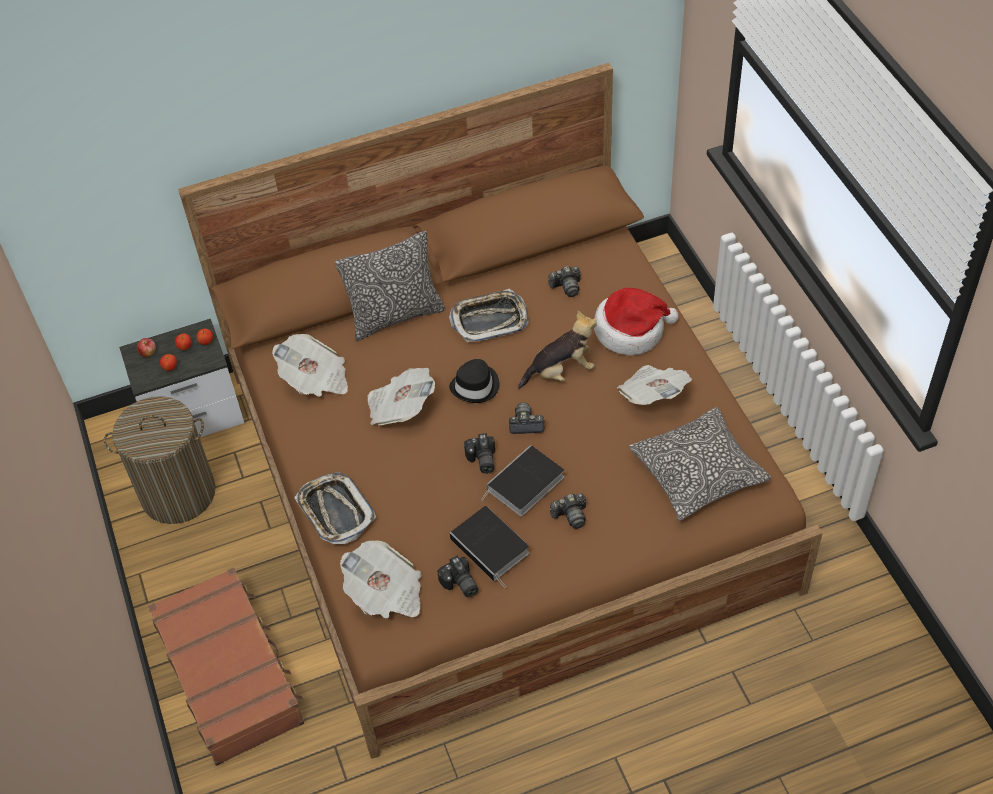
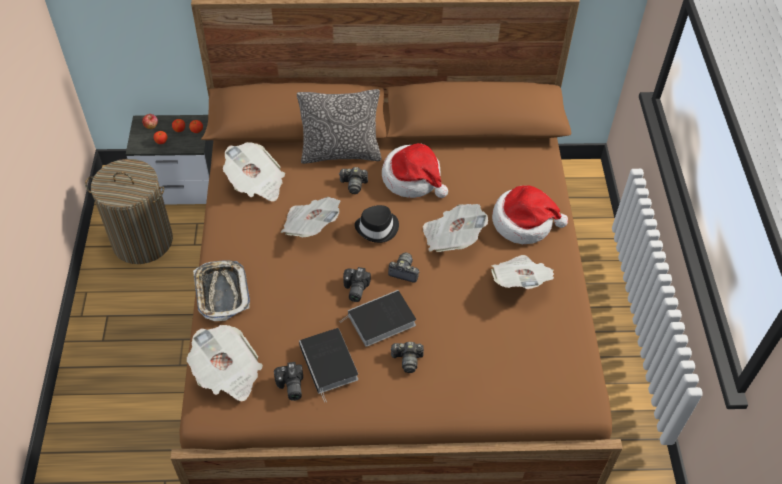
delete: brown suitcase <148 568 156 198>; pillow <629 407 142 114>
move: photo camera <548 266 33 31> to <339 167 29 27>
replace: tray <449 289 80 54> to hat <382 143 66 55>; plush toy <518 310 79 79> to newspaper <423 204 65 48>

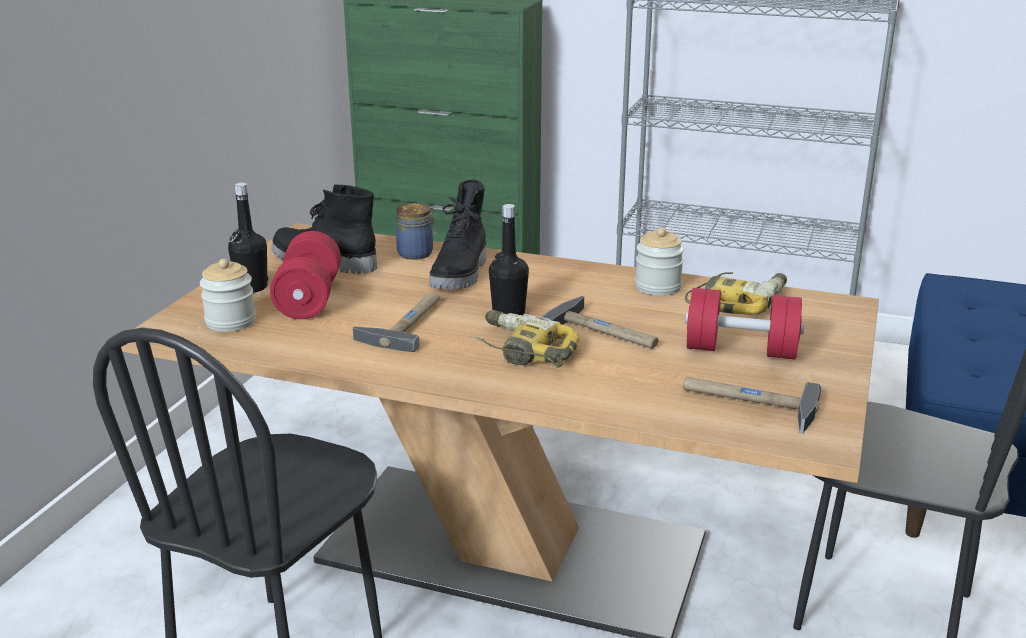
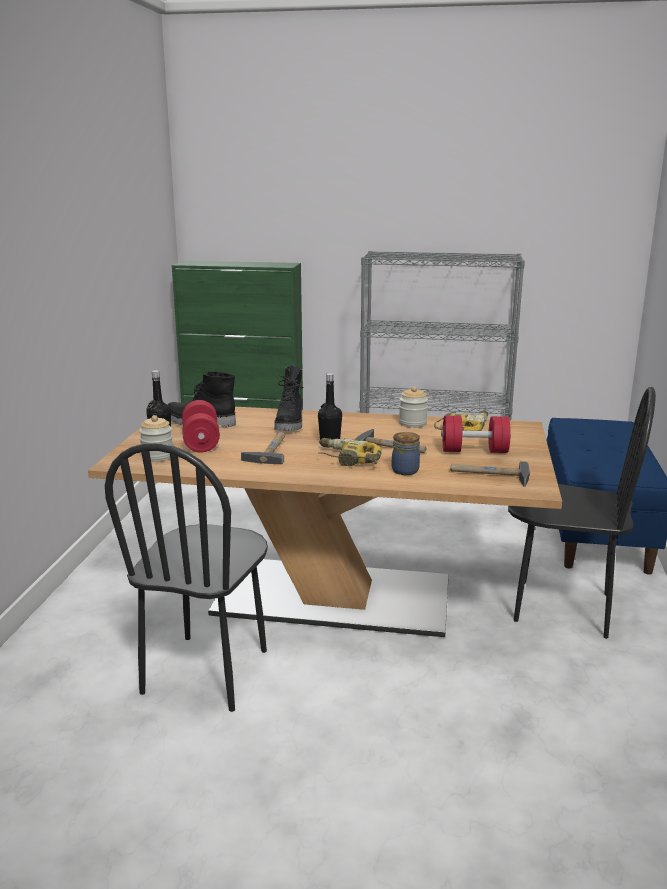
move: jar <396 203 40 57> to <392 432 28 43>

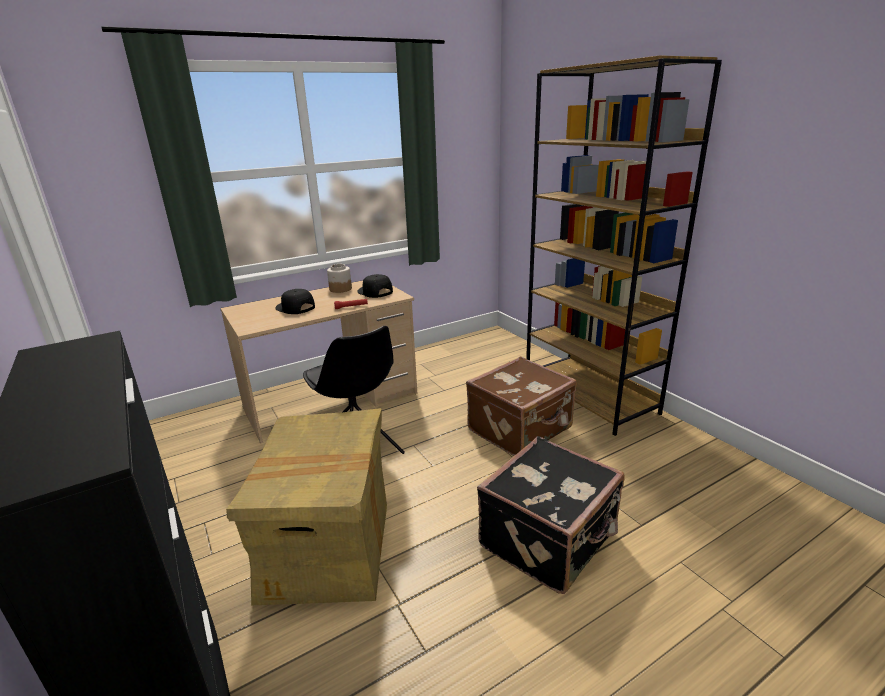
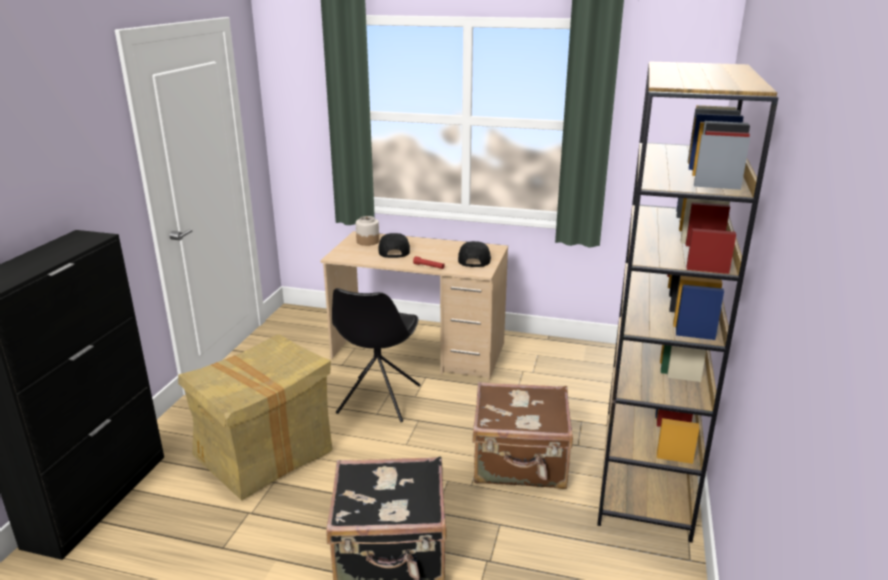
move: jar <327 264 25 29> to <356 216 23 30>

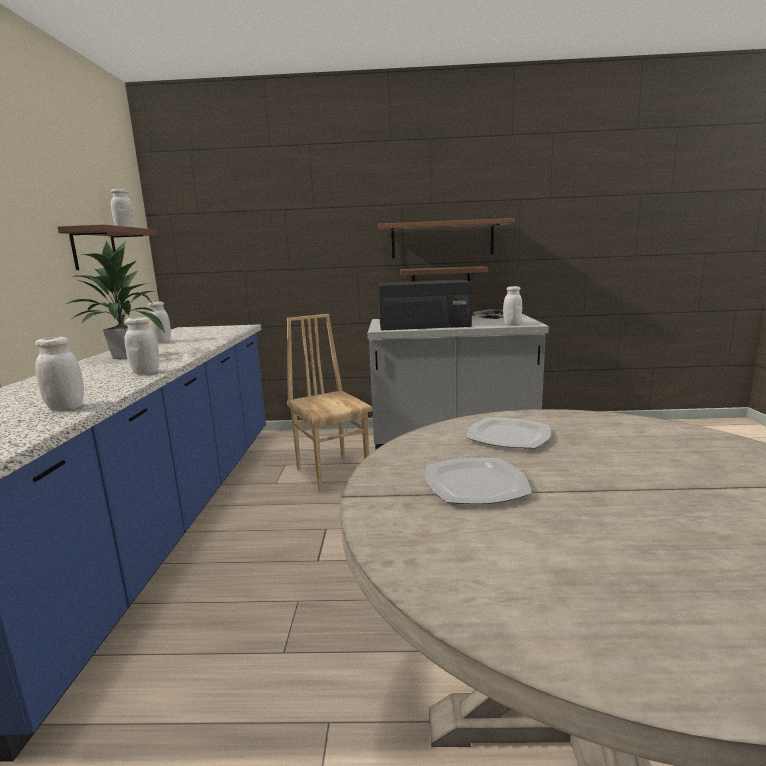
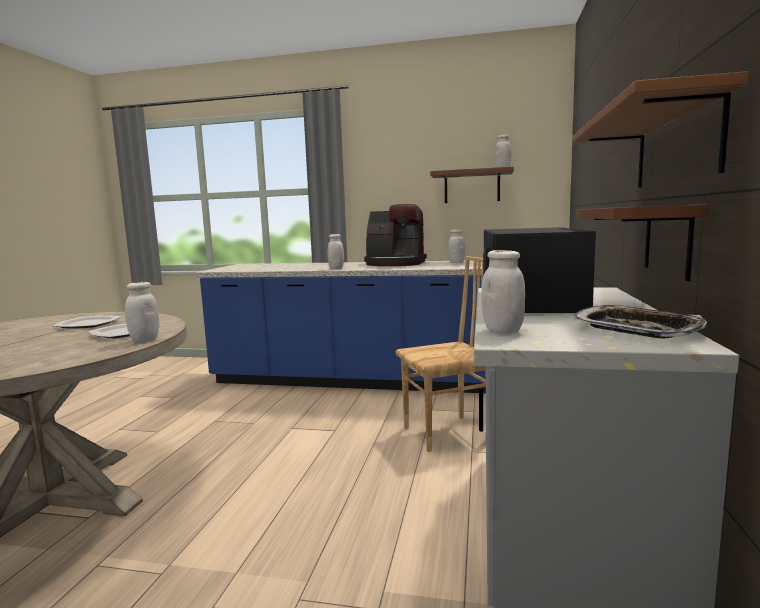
move: white jar <35 337 49 74> to <125 282 34 60>
replace: potted plant <63 241 102 118> to coffee machine <364 204 63 62>

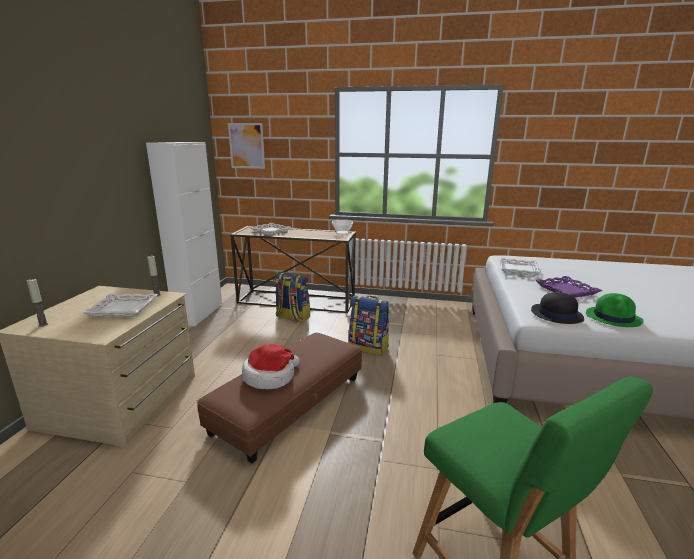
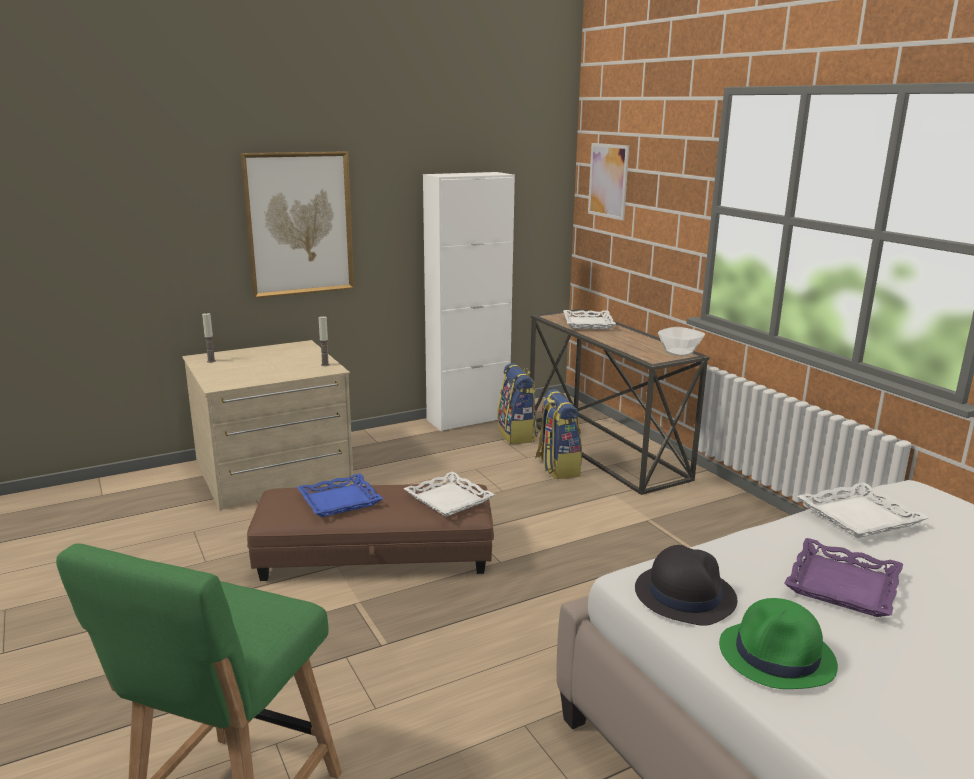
insert: picture <240 151 114 147>
move: white tray <82 294 76 23> to <404 471 91 46>; backpack <349 295 41 61> to <497 363 41 81>
replace: hat <242 344 58 46> to blue tray <297 473 86 44>

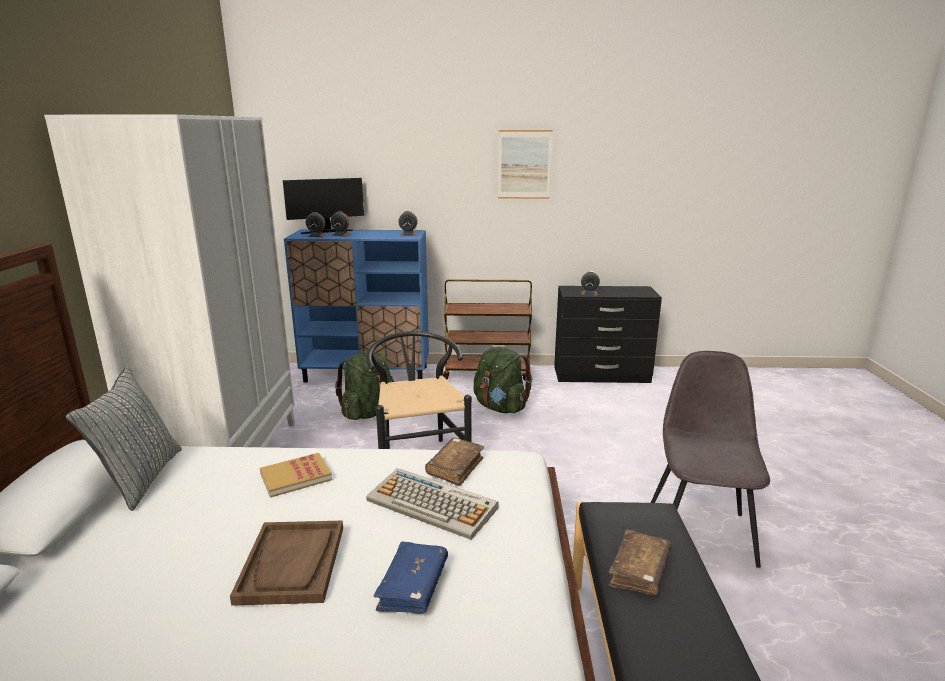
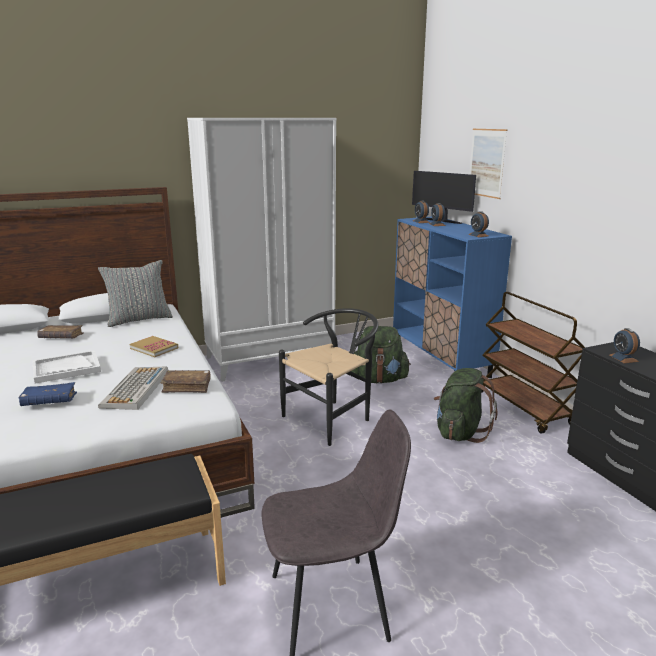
move: picture <498 130 55 69> to <470 129 37 70>; brown book <609 530 62 65> to <37 325 47 13>
recolor: brown tray <230 521 113 85> to white tray <32 350 69 34>

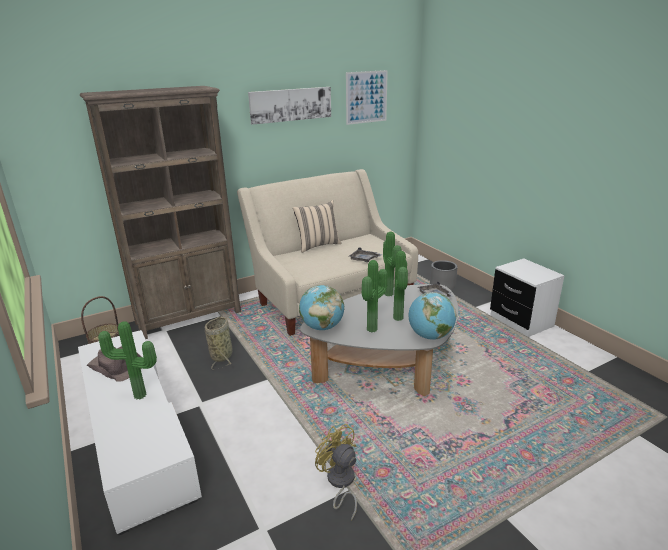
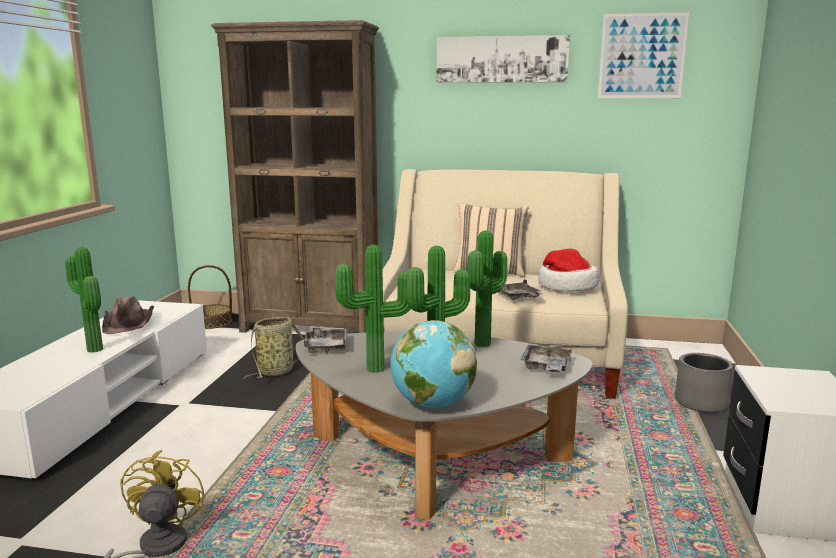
insert: hat <538 248 61 43>
replace: globe <299 285 45 45> to grey tray <304 326 44 28>

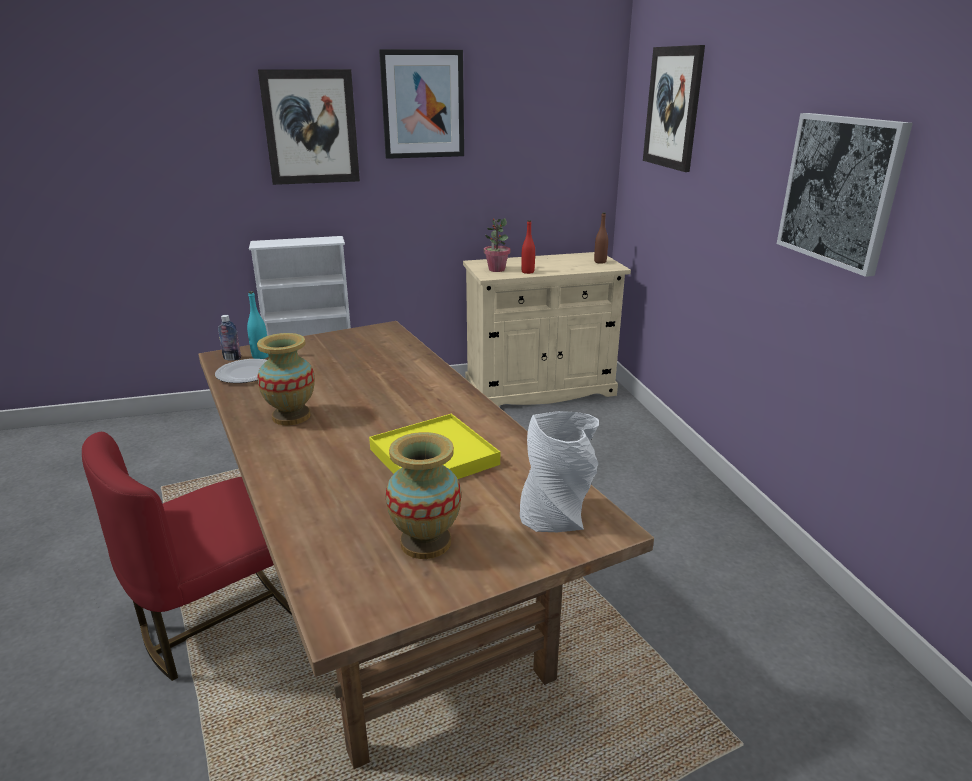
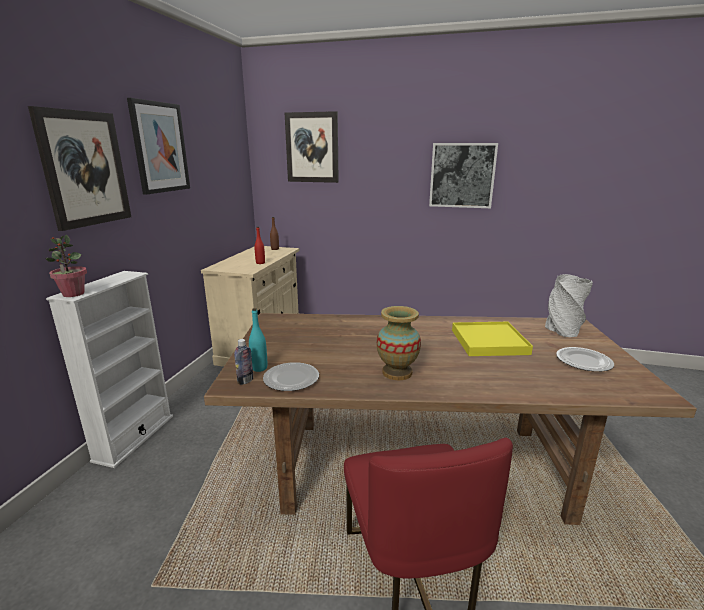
move: potted plant <484 218 26 54> to <45 235 42 62>
replace: vase <386 432 75 127> to plate <556 347 58 25>

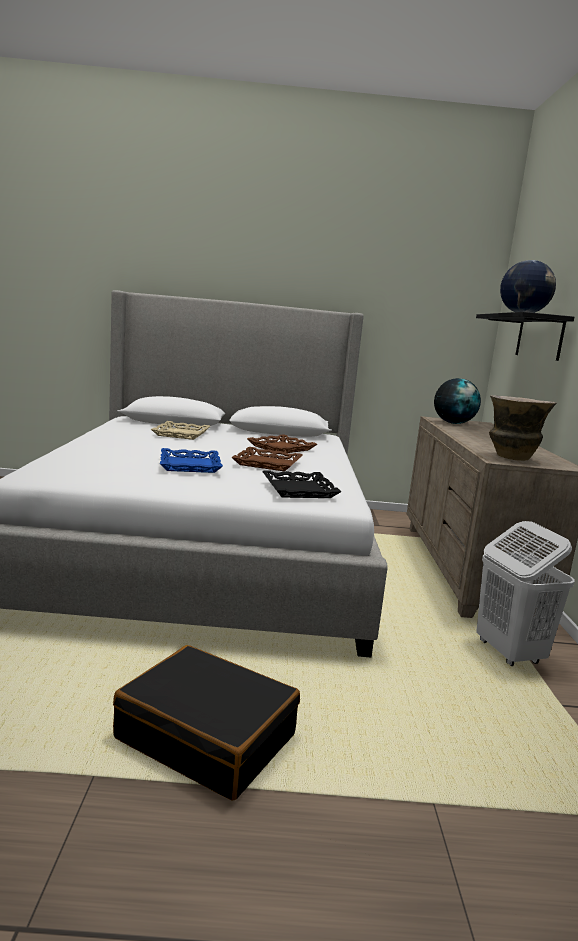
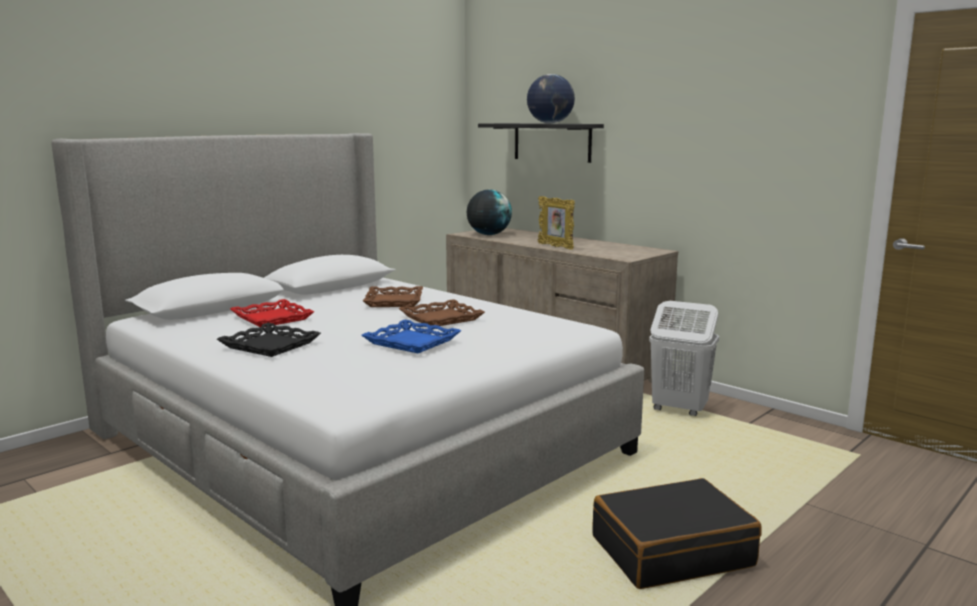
delete: vase <489 395 68 66>
insert: picture frame <538 196 37 54>
move: black tray <262 470 79 28> to <217 323 104 34>
recolor: beige tray <151 421 59 19> to red tray <230 299 84 28>

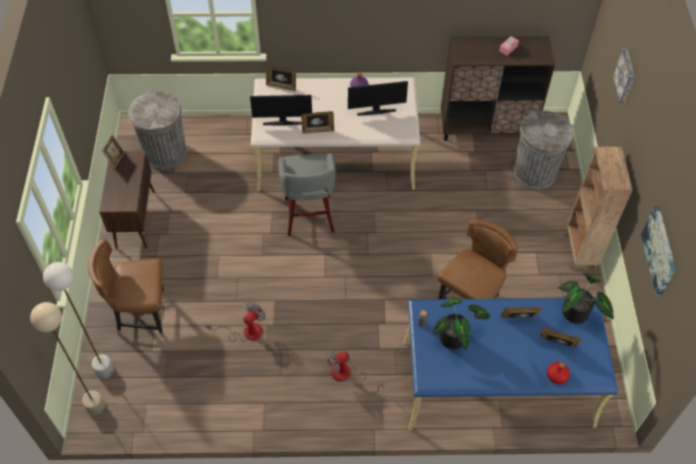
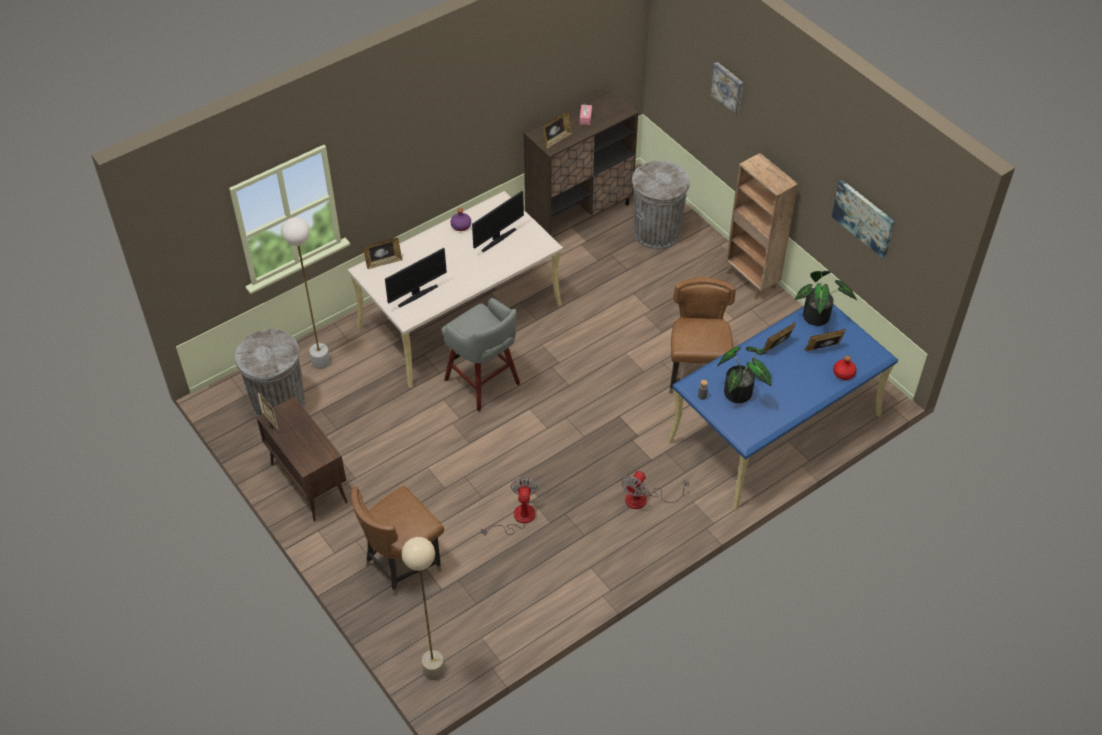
move: white floor lamp <43 262 71 117> to <282 217 48 152>; picture frame <301 111 33 23> to <543 112 29 37>

